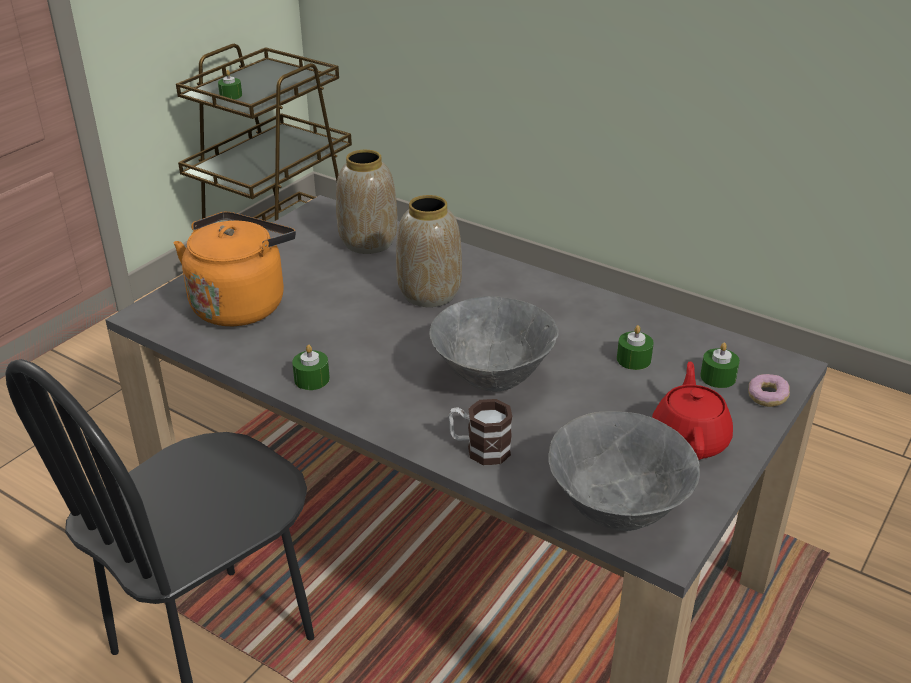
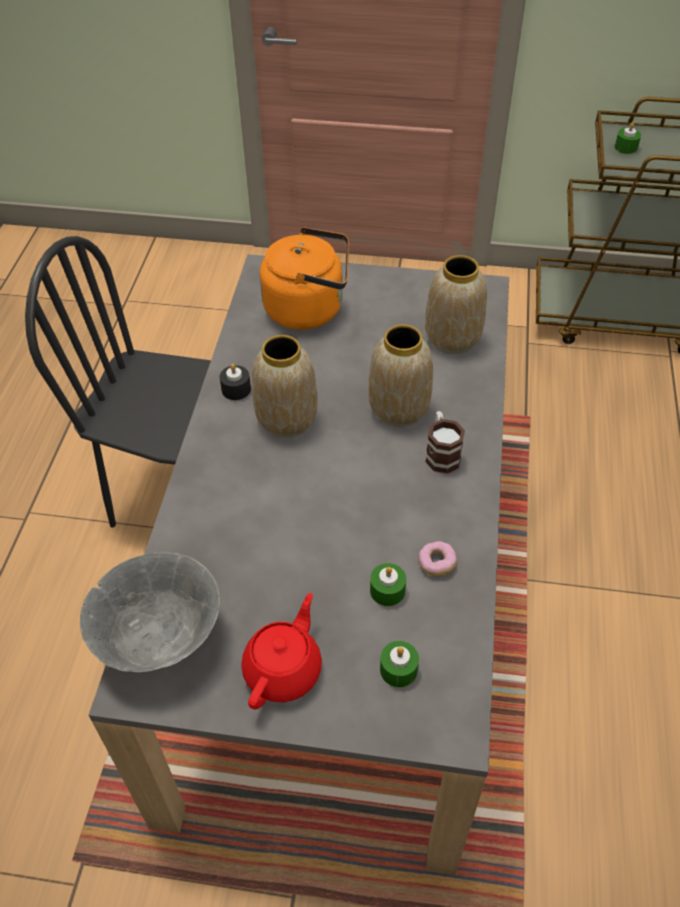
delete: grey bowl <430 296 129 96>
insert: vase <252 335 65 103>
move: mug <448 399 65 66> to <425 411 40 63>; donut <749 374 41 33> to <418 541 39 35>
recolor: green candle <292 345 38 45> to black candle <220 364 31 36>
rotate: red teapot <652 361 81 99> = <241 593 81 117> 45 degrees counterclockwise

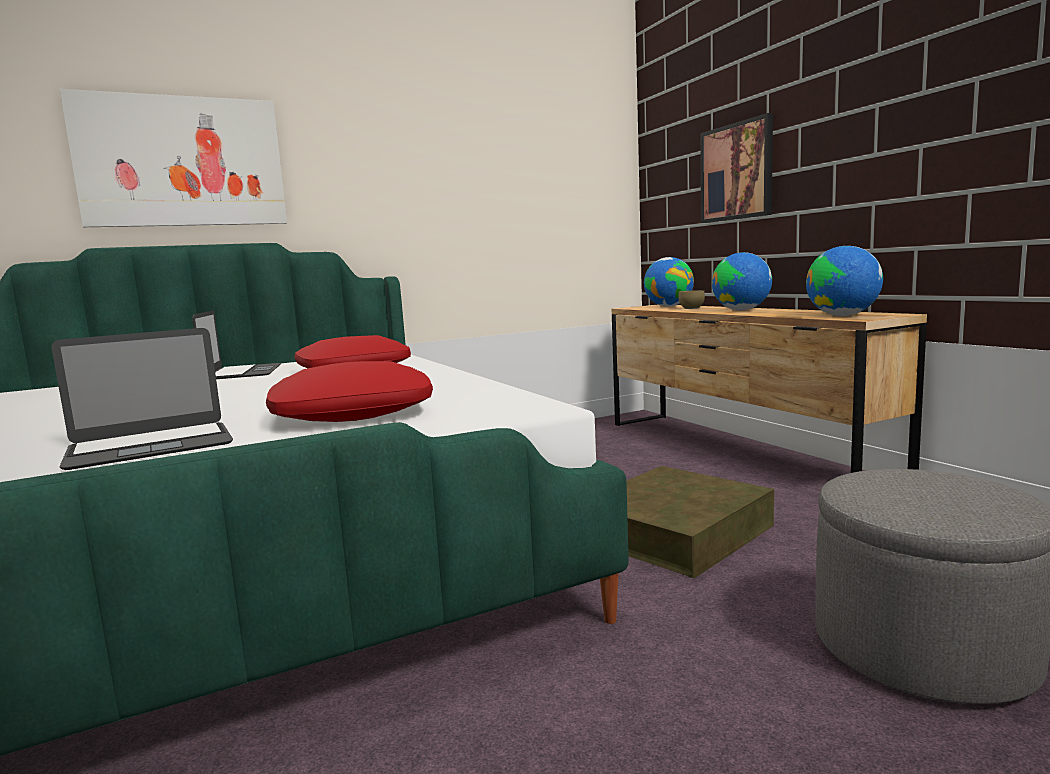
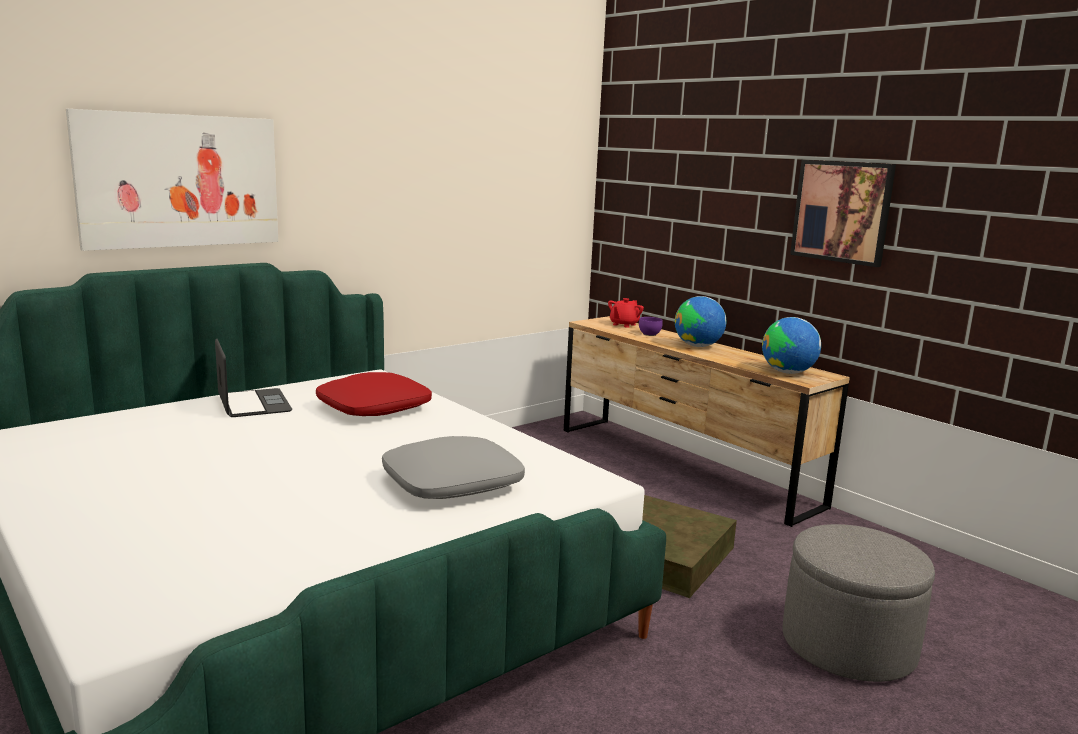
delete: laptop <51 328 182 142>
move: picture <700 113 73 110> to <790 160 106 107>
replace: globe <644 257 50 50> to red teapot <608 298 36 30>
recolor: red pillow <266 361 167 61> to grey pillow <382 436 143 63>; brown bowl <678 290 27 19> to purple bowl <639 317 24 19>

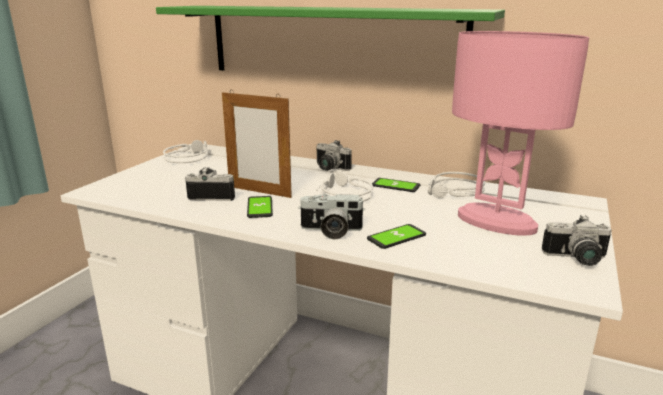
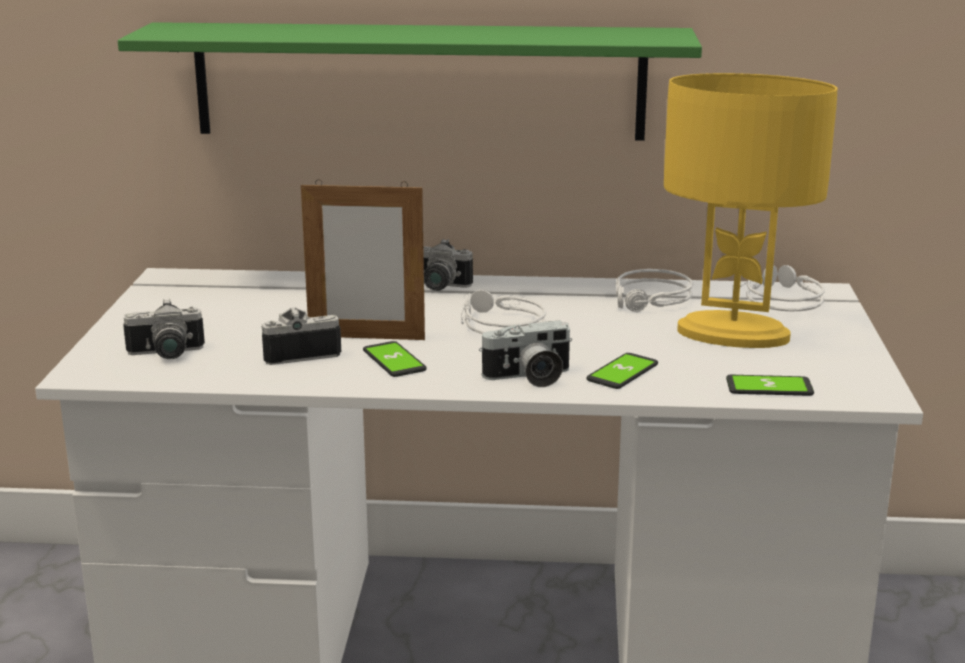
move: white headphones <163 140 45 23> to <740 265 85 46>; phone <372 178 48 14> to <726 375 88 21>; photo camera <542 215 70 51> to <123 299 82 60>
recolor: pink table lamp <452 31 137 205> to yellow table lamp <664 73 173 275>

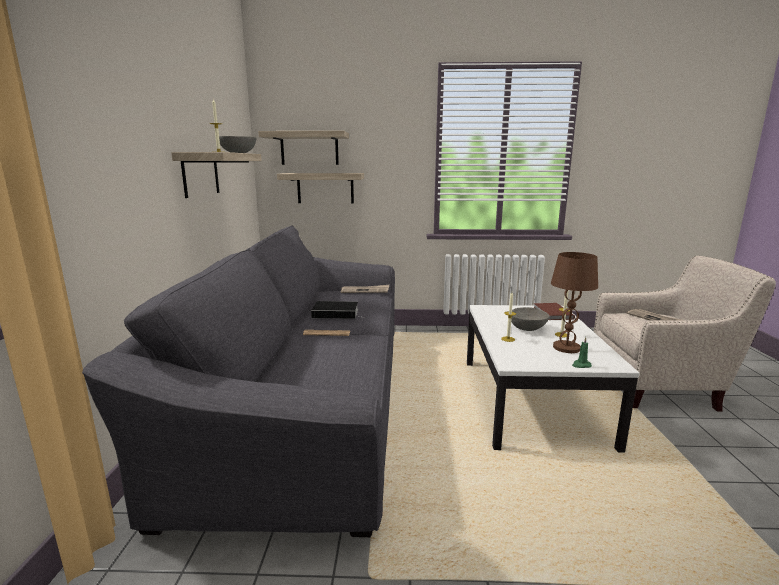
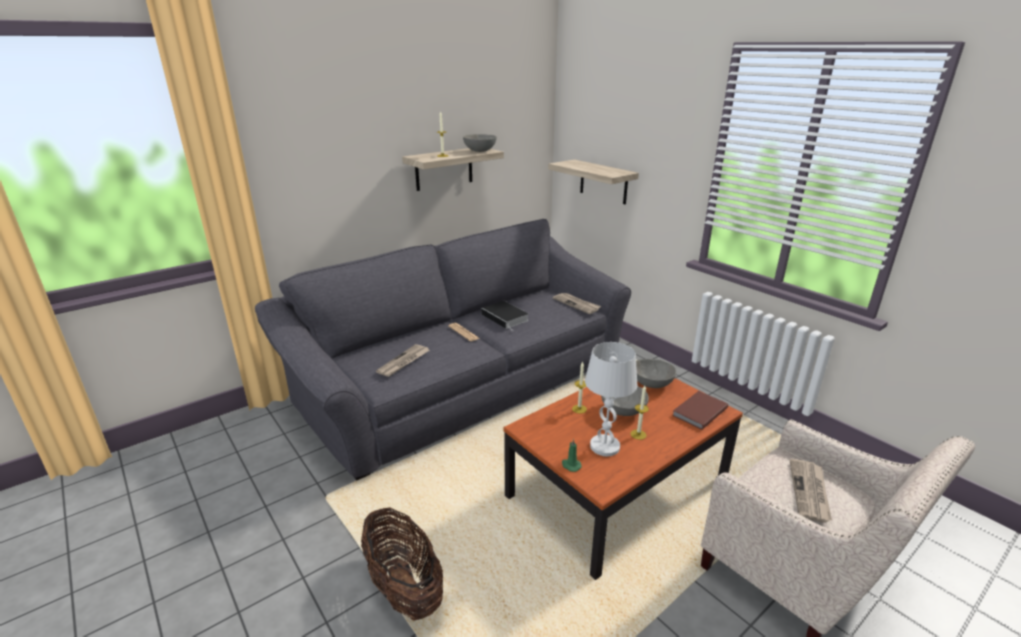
delete: shelf <258 131 91 34>
insert: basket <361 507 82 114>; newspaper <376 344 54 33>; grey bowl <636 359 40 29>
recolor: white coffee table <467 305 172 148> to brown coffee table <504 378 239 202>; brown table lamp <551 252 47 101> to white table lamp <585 342 52 114>

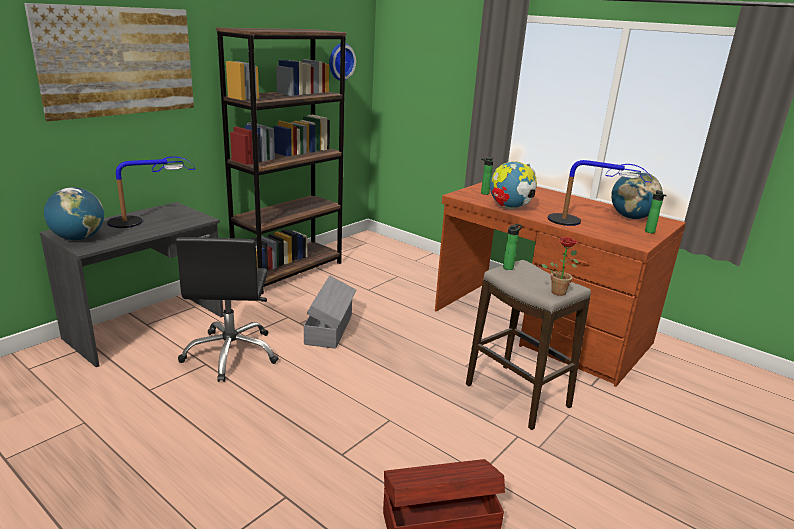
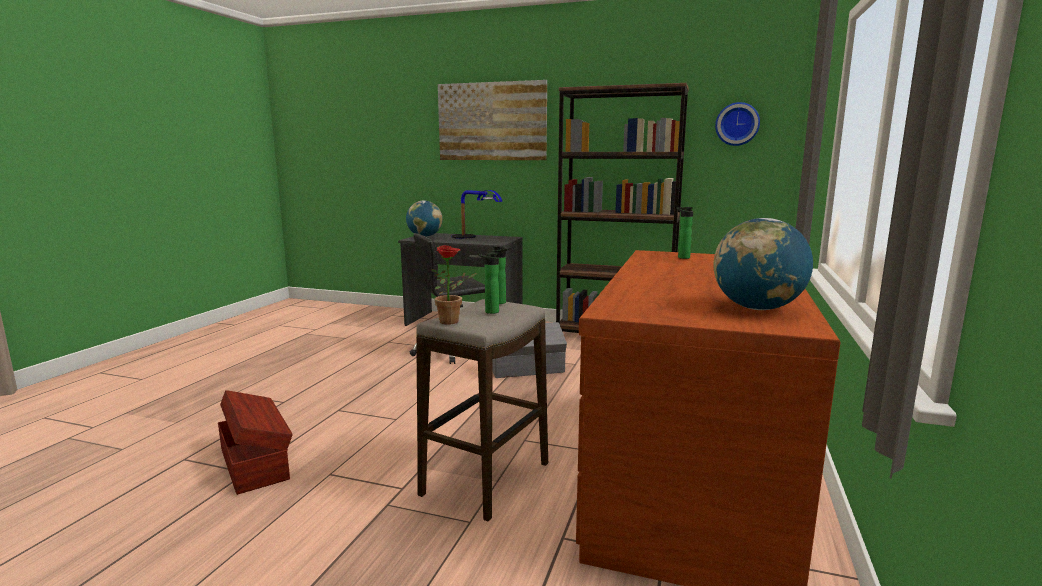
delete: globe <490 161 47 48>; table lamp <548 160 104 66>
move: bottle <645 190 22 43> to <478 252 21 62>

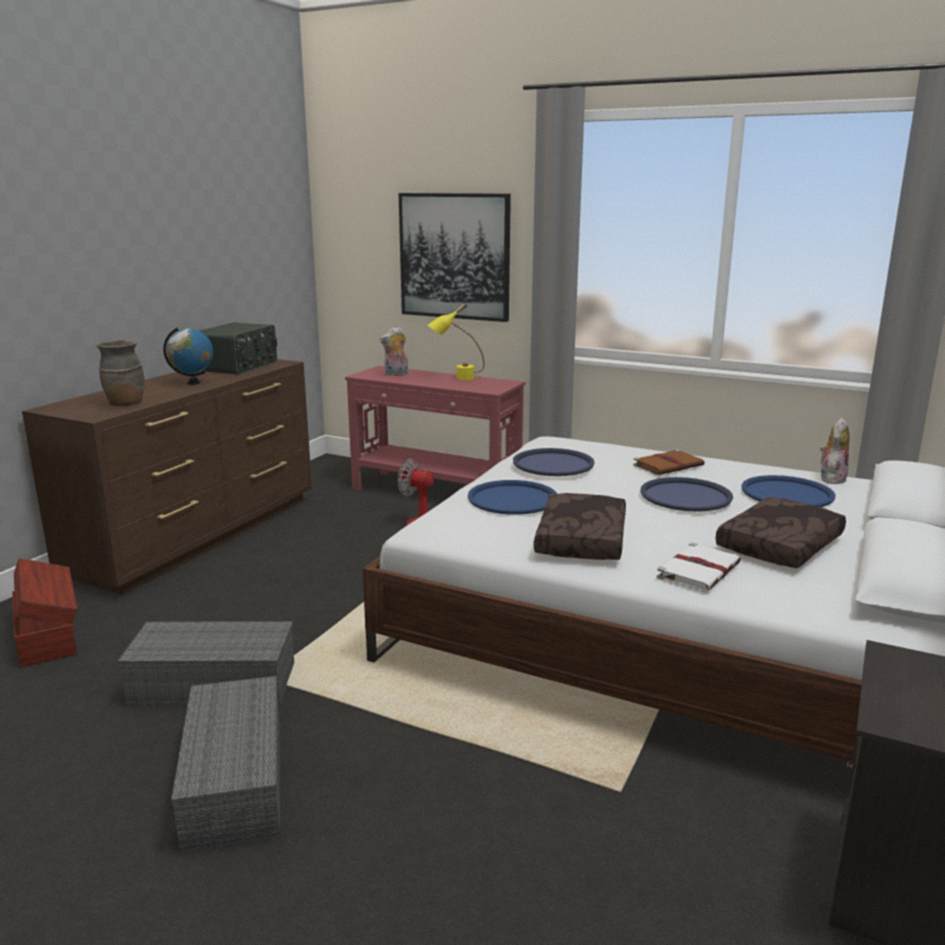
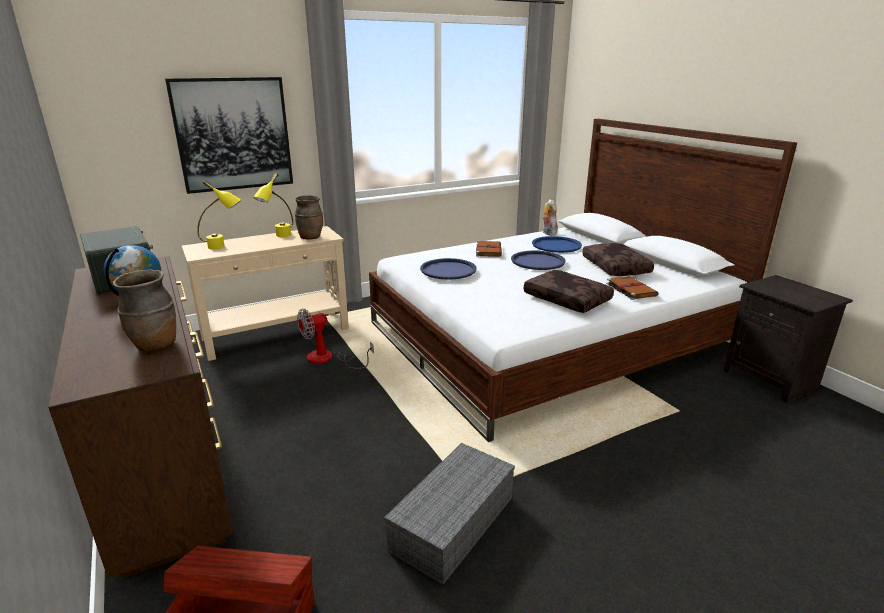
delete: grey storage box <171 676 109 177>; blue tray <468 480 89 35>
insert: brown vase <294 196 29 44>
replace: plush toy <380 327 28 49> to yellow table lamp <197 181 44 68>
recolor: red console table <345 366 180 124> to beige console table <182 226 167 135>; white book <657 543 84 48> to brown book <606 276 53 24>

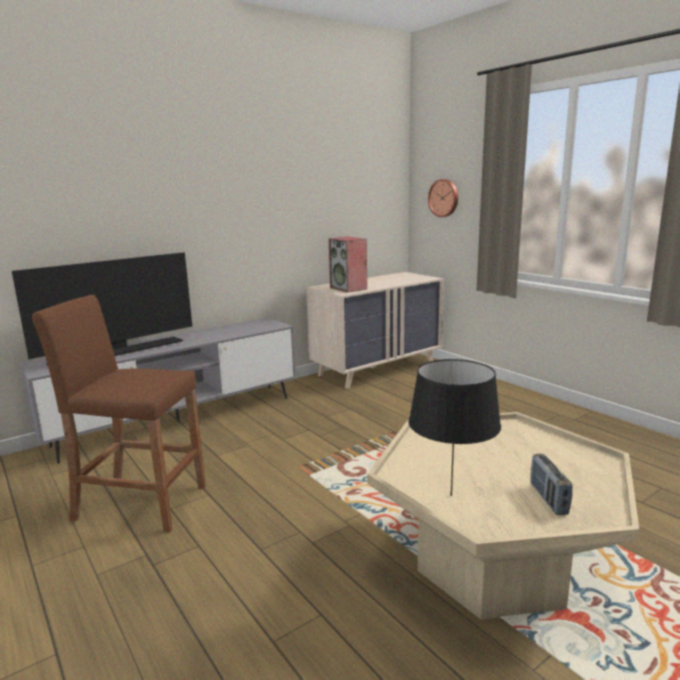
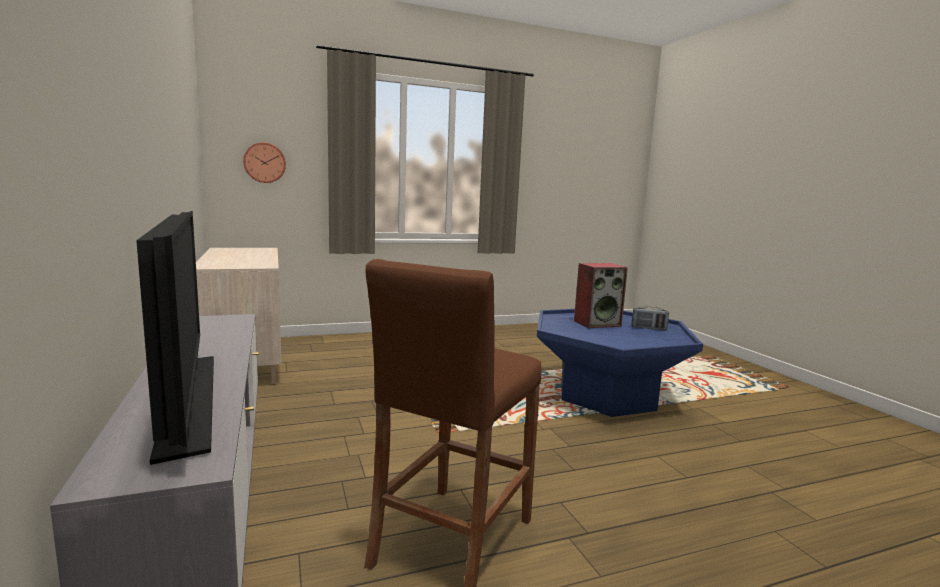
delete: black table lamp <408 359 93 137>
move: speaker <329 237 38 56> to <574 263 54 65>
recolor: beige coffee table <367 412 272 208> to blue coffee table <537 309 166 108>

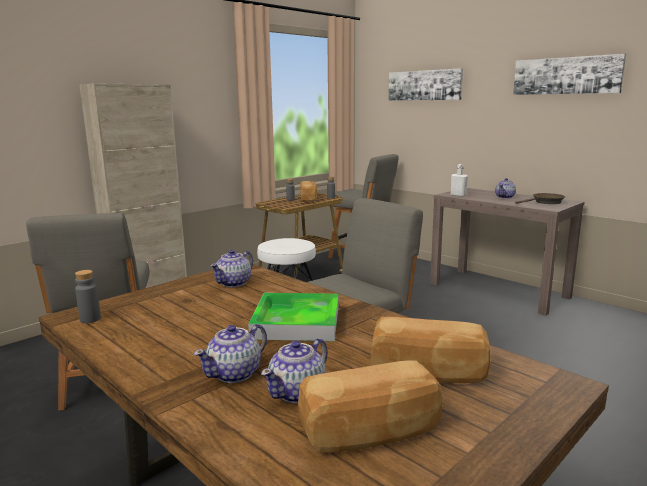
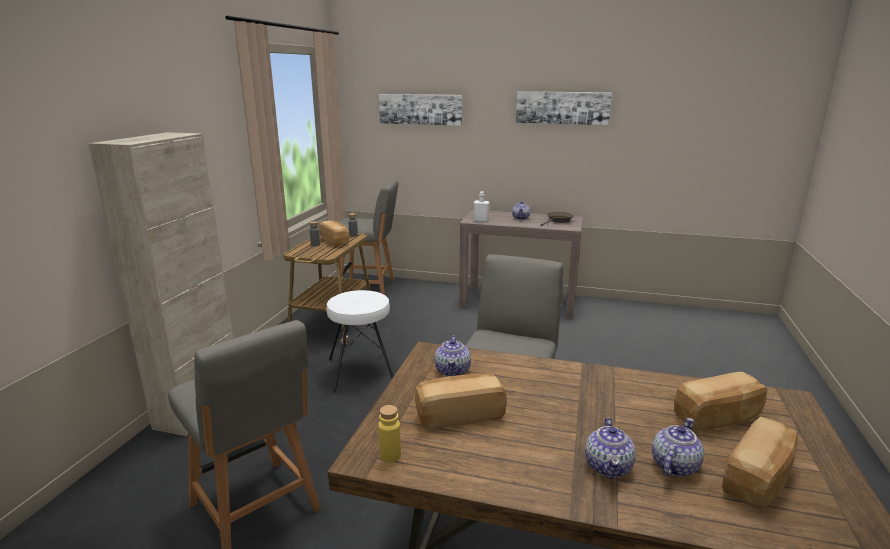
delete: tray <248 293 91 48>
insert: bread <415 373 92 56>
recolor: grey bottle <75 270 26 53> to yellow bottle <378 405 23 58>
rotate: teapot <261 338 67 65> = <652 418 52 58> 150 degrees counterclockwise

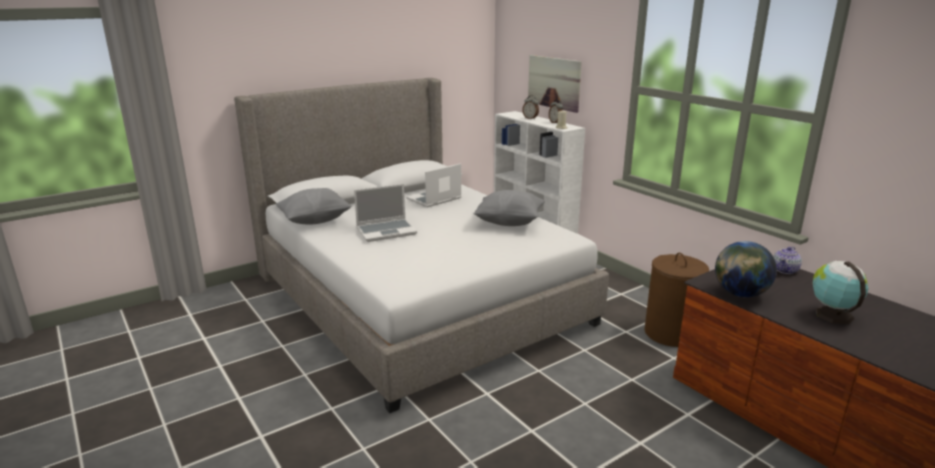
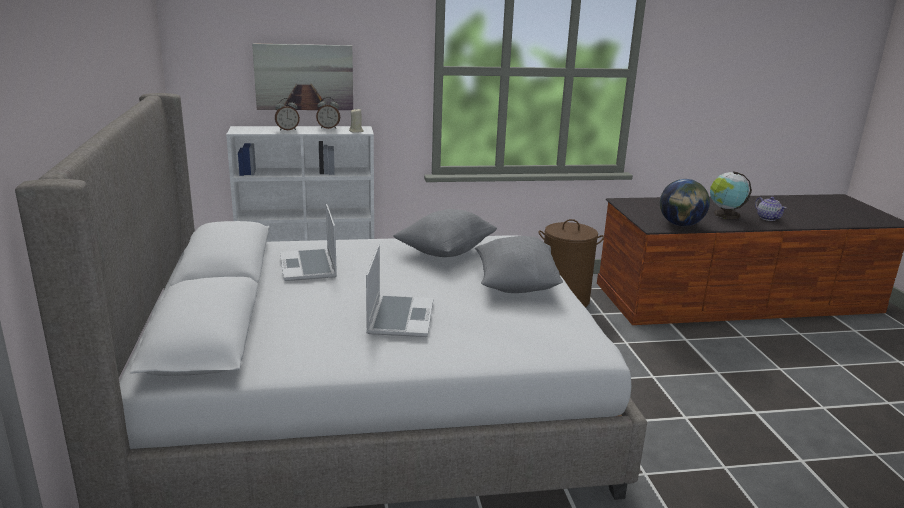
move: grey pillow <276 188 76 37> to <475 236 88 57>; teapot <773 247 29 27> to <755 197 32 24>

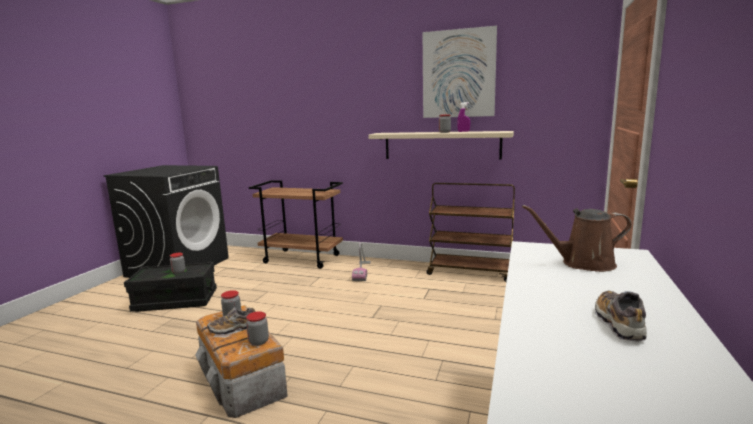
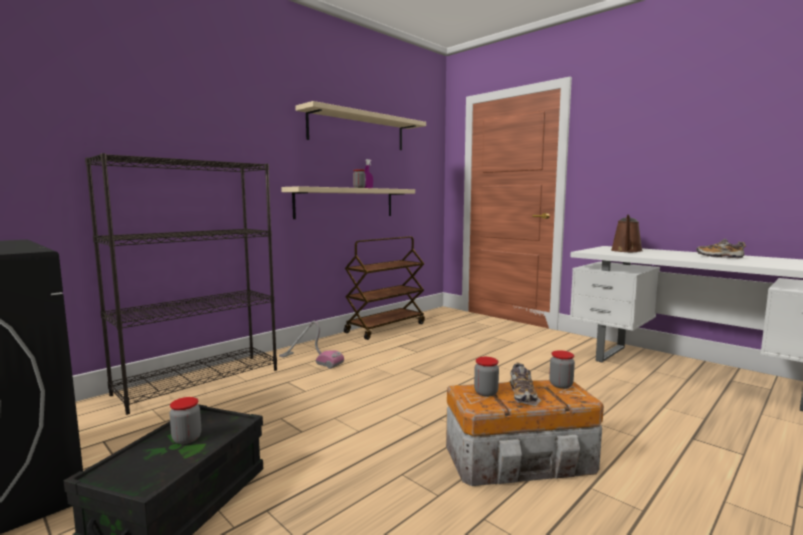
replace: brown cart <249 180 94 89> to black bookcase <85 153 192 262>; picture <423 26 74 92> to beige shelf <295 101 131 49>

